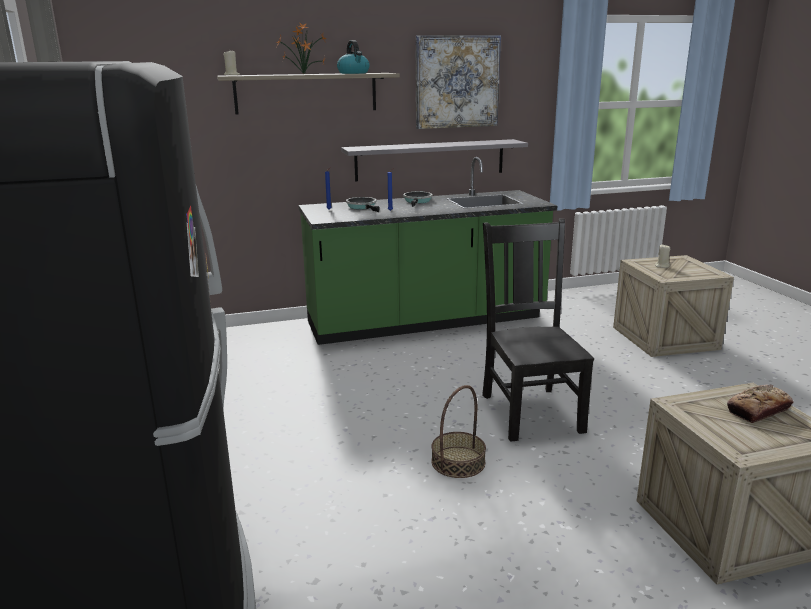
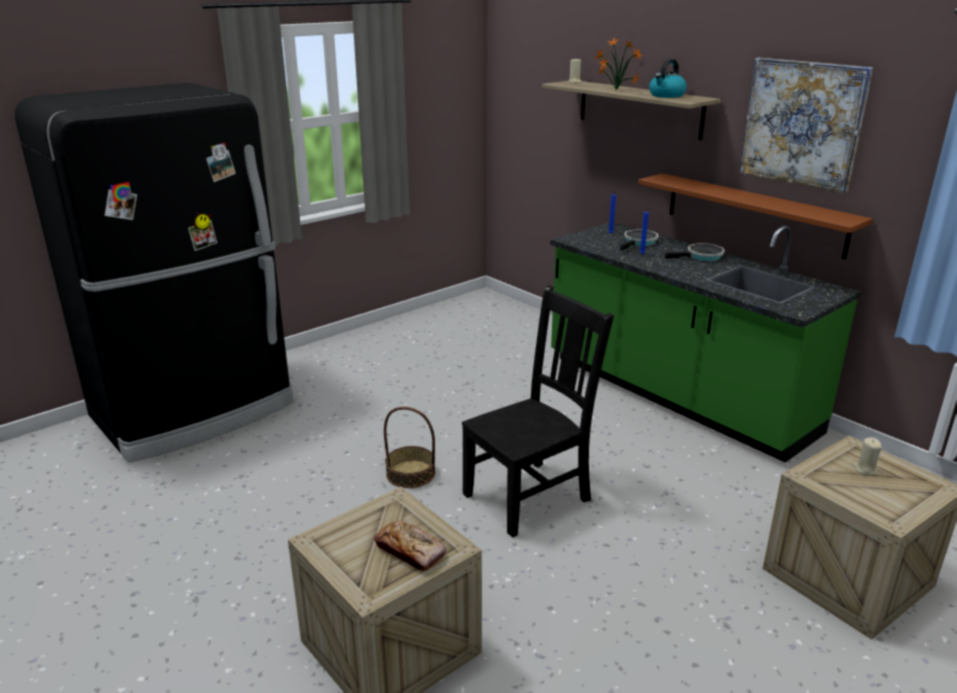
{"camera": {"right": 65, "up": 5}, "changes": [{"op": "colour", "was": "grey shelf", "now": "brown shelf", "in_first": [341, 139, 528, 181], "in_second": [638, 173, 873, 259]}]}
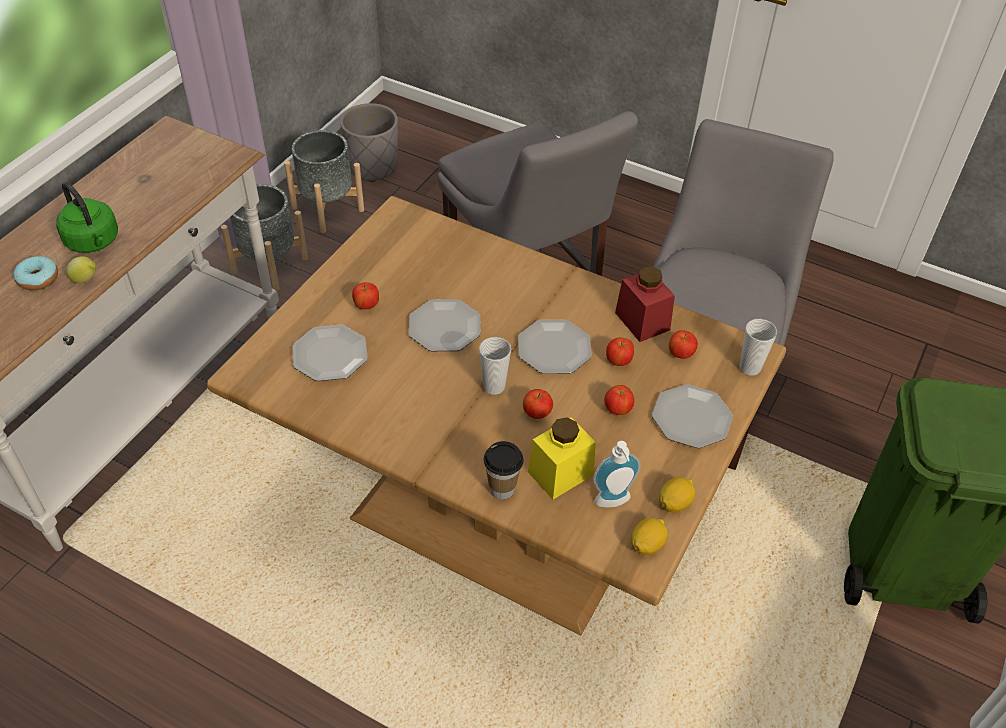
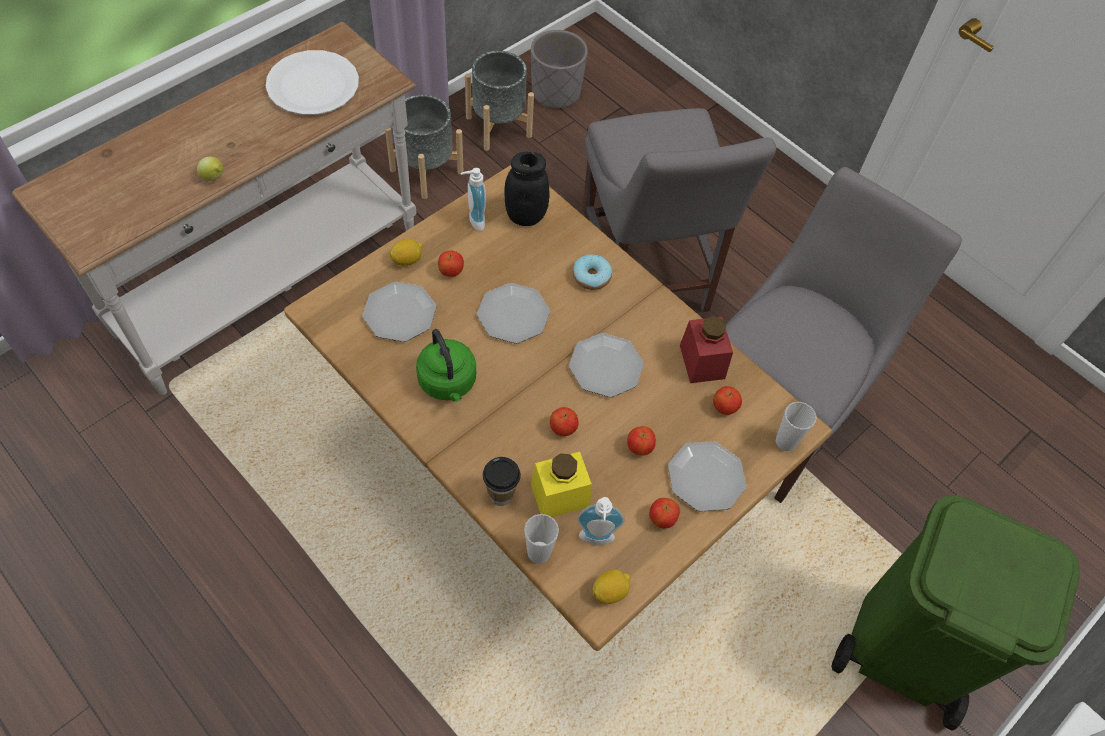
{"camera": {"right": 15, "up": 10}, "changes": [{"op": "appeared", "now": "white plate", "in_second": [266, 50, 359, 115]}, {"op": "appeared", "now": "soap dispenser", "in_second": [461, 168, 486, 231]}, {"op": "appeared", "now": "black jar", "in_second": [504, 152, 549, 226]}, {"op": "relocated", "was": "donut", "in_first": [13, 255, 58, 291], "in_second": [573, 254, 612, 290]}, {"op": "relocated", "was": "green kettle", "in_first": [56, 182, 118, 253], "in_second": [416, 329, 476, 402]}, {"op": "relocated", "was": "cup", "in_first": [479, 337, 511, 395], "in_second": [524, 514, 559, 564]}, {"op": "relocated", "was": "apple", "in_first": [606, 338, 634, 366], "in_second": [649, 498, 680, 528]}, {"op": "relocated", "was": "lemon", "in_first": [659, 477, 695, 512], "in_second": [390, 239, 422, 266]}]}
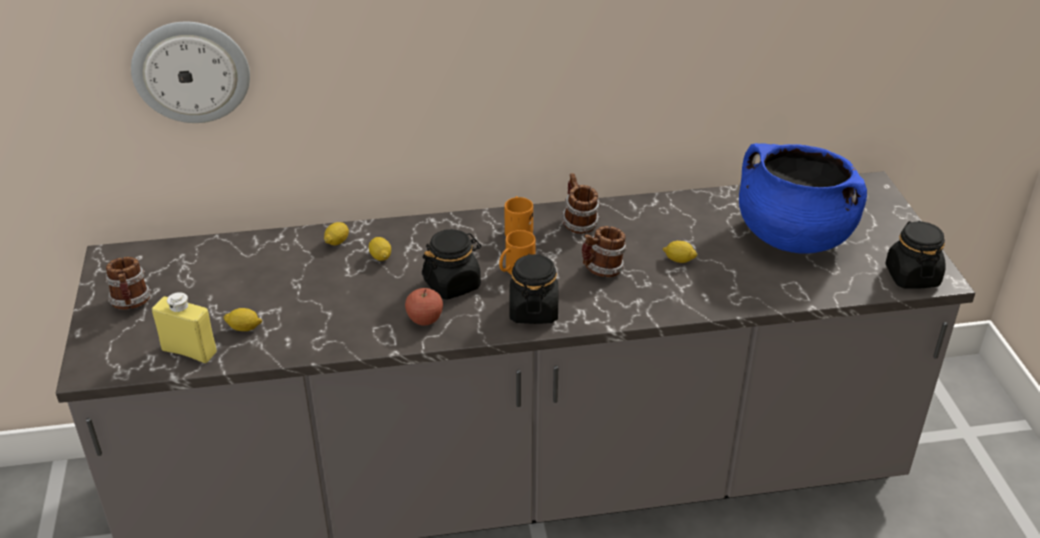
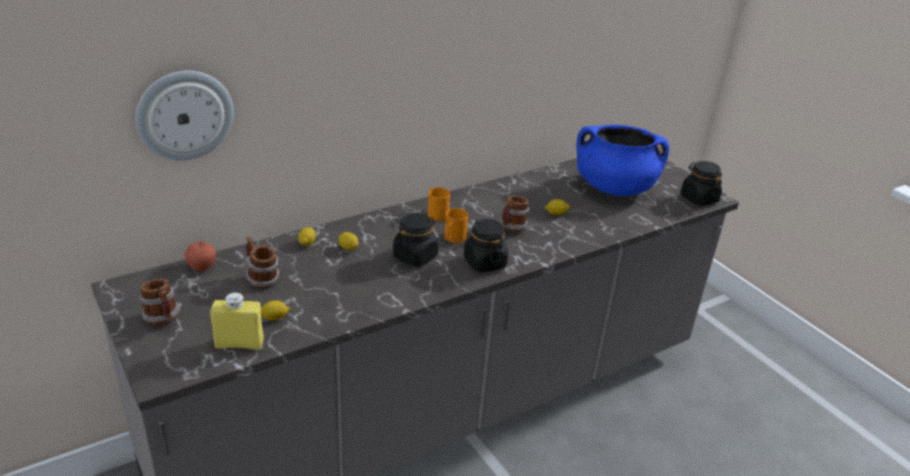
{"camera": {"right": -25, "up": -5}, "changes": [{"op": "relocated", "was": "apple", "in_first": [405, 288, 443, 326], "in_second": [185, 241, 216, 271]}, {"op": "relocated", "was": "mug", "in_first": [562, 173, 600, 234], "in_second": [245, 237, 280, 288]}]}
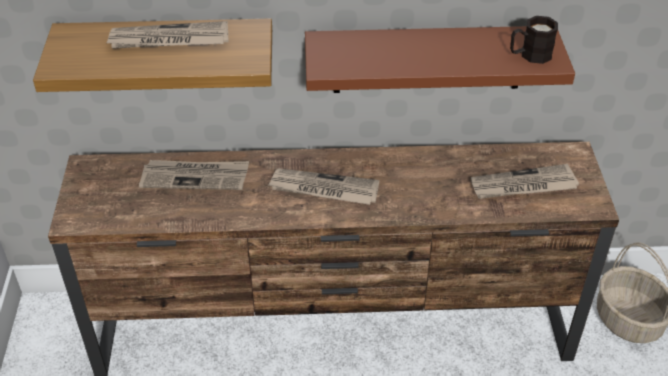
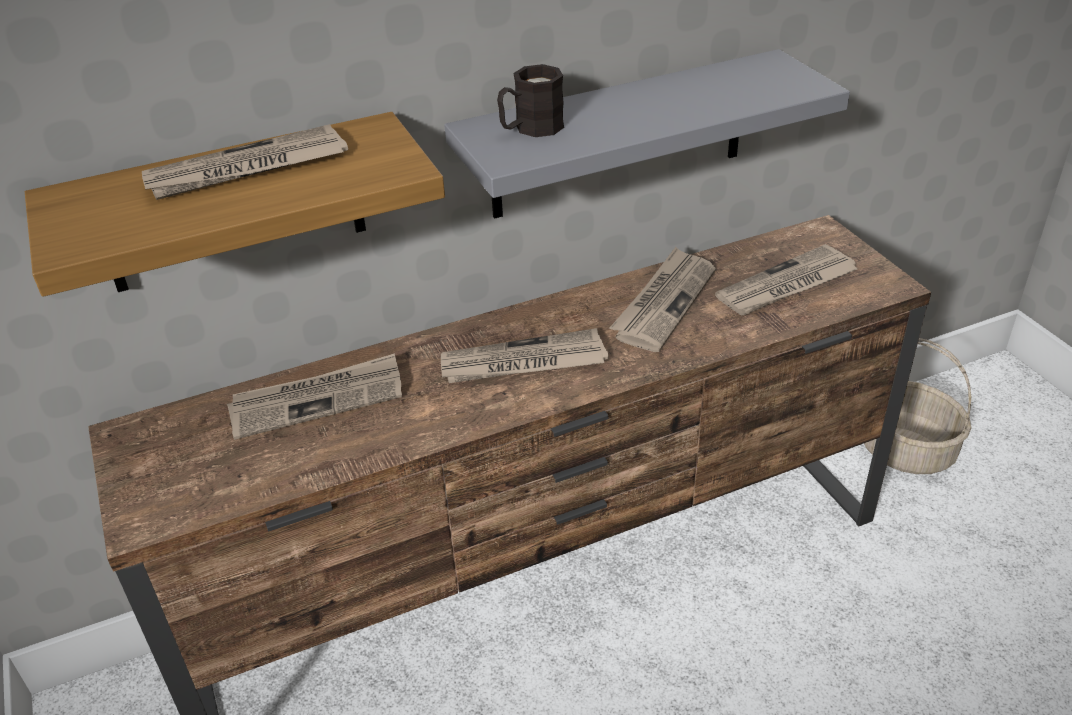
{"camera": {"right": -20, "up": -5}, "changes": [{"op": "appeared", "now": "newspaper", "in_second": [610, 247, 716, 352]}, {"op": "relocated", "was": "black mug", "in_first": [510, 16, 558, 64], "in_second": [497, 64, 564, 137]}, {"op": "colour", "was": "brown shelf", "now": "grey shelf", "in_first": [305, 26, 575, 93], "in_second": [444, 49, 850, 219]}]}
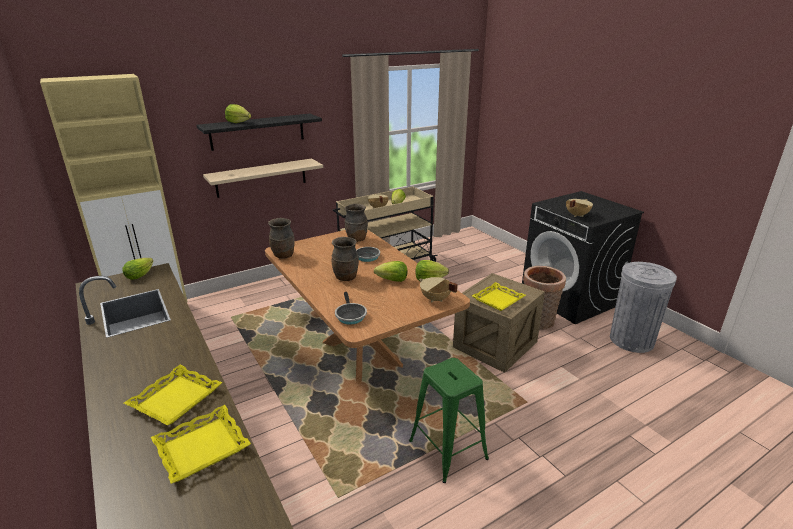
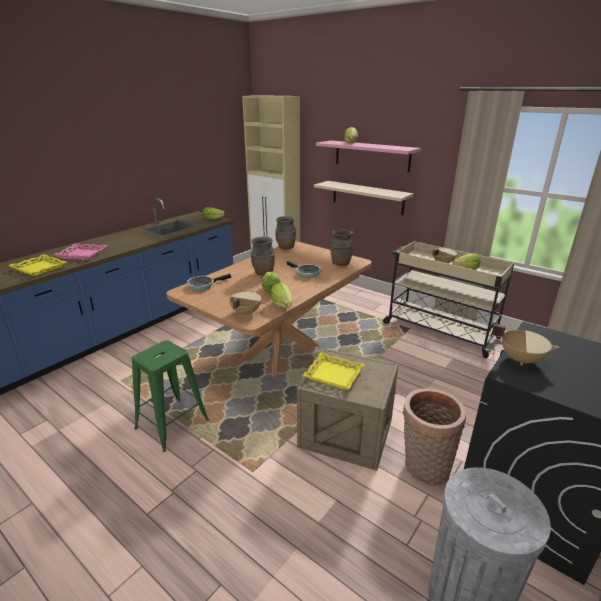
{"camera": {"right": 70, "up": 0}, "changes": [{"op": "colour", "was": "yellow tray", "now": "pink tray", "in_first": [124, 365, 222, 425], "in_second": [54, 243, 108, 260]}, {"op": "colour", "was": "black shelf", "now": "pink shelf", "in_first": [196, 114, 322, 151], "in_second": [316, 141, 421, 172]}]}
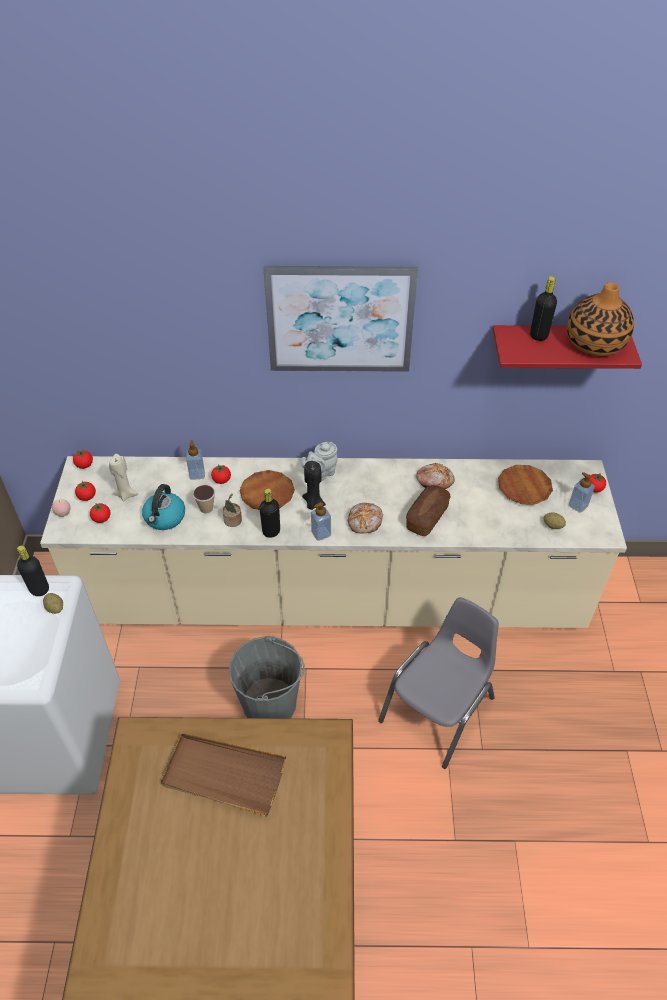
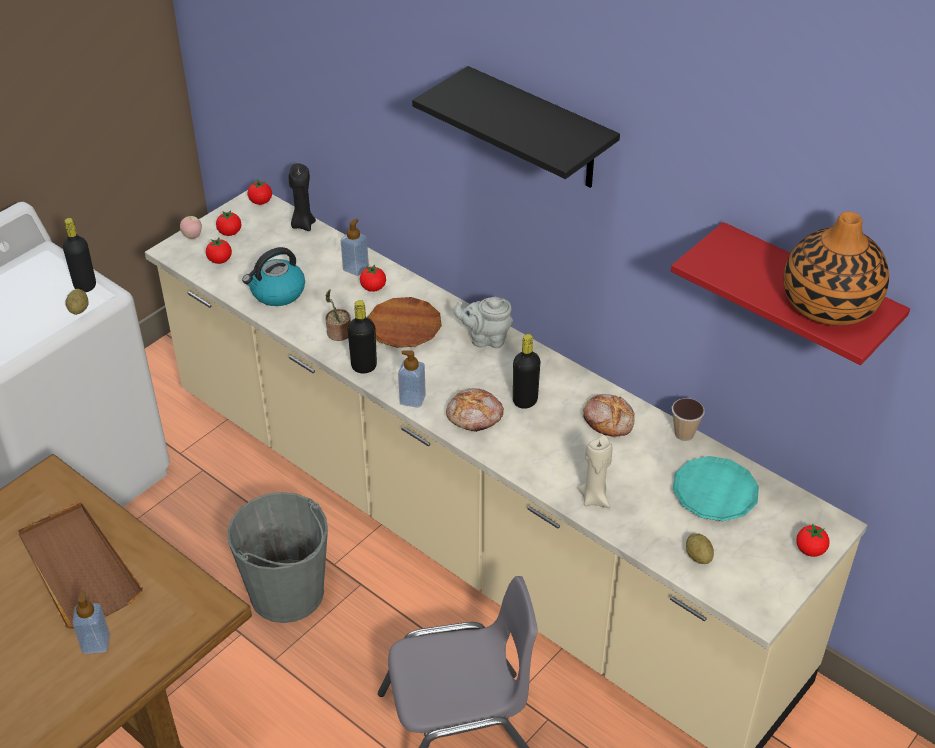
{"camera": {"right": 40, "up": -5}, "changes": [{"op": "missing", "was": "bread", "in_first": [406, 485, 451, 536]}, {"op": "relocated", "was": "beige candle", "in_first": [109, 454, 138, 502], "in_second": [577, 435, 612, 508]}, {"op": "relocated", "was": "cup", "in_first": [193, 485, 215, 514], "in_second": [672, 398, 705, 441]}, {"op": "relocated", "was": "black candle", "in_first": [302, 461, 326, 510], "in_second": [289, 163, 316, 231]}, {"op": "relocated", "was": "black bottle", "in_first": [530, 276, 557, 341], "in_second": [513, 334, 540, 409]}, {"op": "relocated", "was": "soap dispenser", "in_first": [568, 472, 595, 513], "in_second": [72, 590, 110, 654]}, {"op": "exchanged", "was": "picture", "now": "black shelf", "in_first": [264, 266, 418, 372], "in_second": [412, 66, 620, 188]}, {"op": "colour", "was": "brown plate", "now": "turquoise plate", "in_first": [498, 465, 553, 505], "in_second": [673, 456, 759, 521]}]}
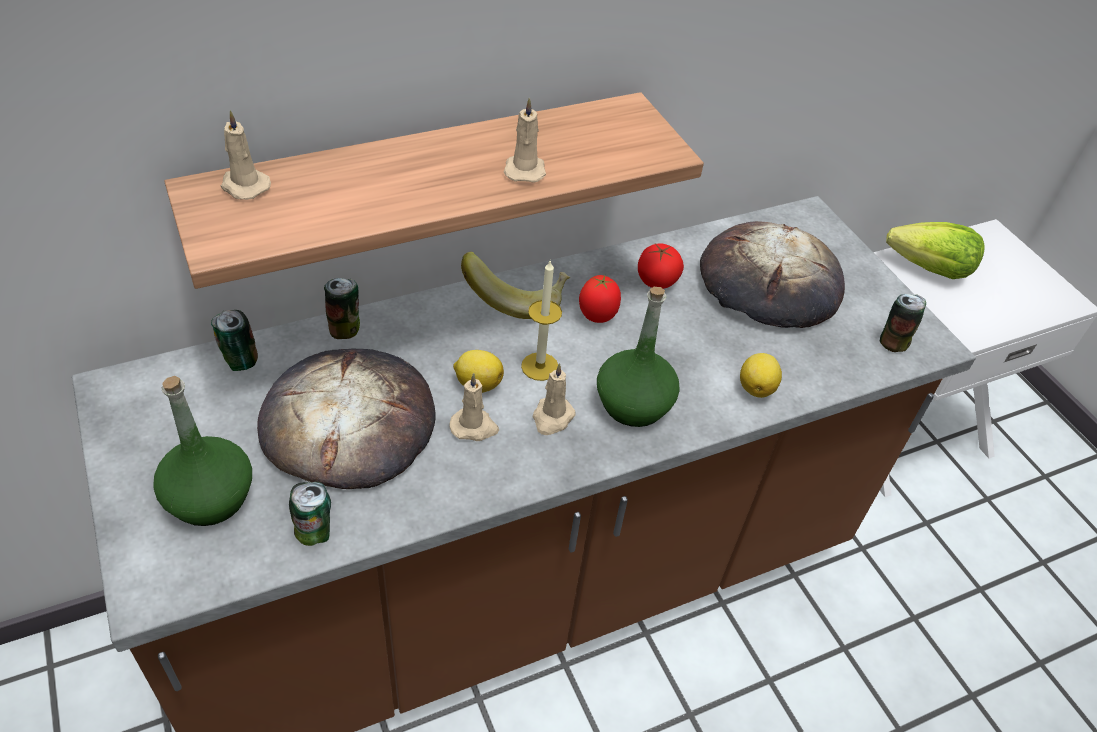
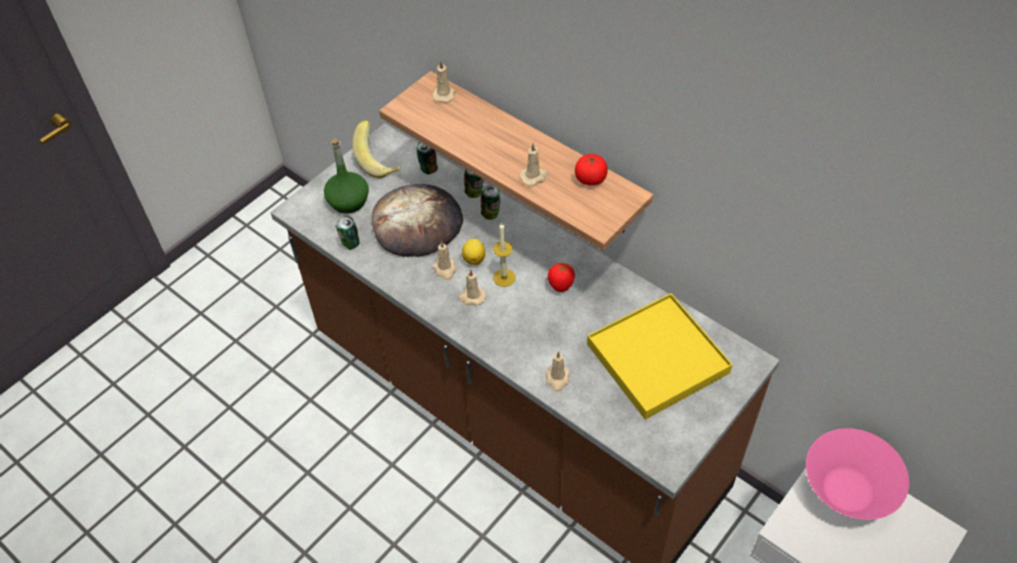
{"camera": {"right": 70, "up": 5}, "changes": [{"op": "missing", "was": "green bottle", "in_first": [597, 287, 680, 427]}, {"op": "relocated", "was": "banana", "in_first": [461, 251, 570, 319], "in_second": [352, 120, 401, 178]}, {"op": "relocated", "was": "tomato", "in_first": [638, 243, 684, 289], "in_second": [575, 154, 608, 186]}, {"op": "relocated", "was": "can", "in_first": [880, 294, 926, 352], "in_second": [481, 185, 500, 220]}, {"op": "exchanged", "was": "bread", "now": "yellow tray", "in_first": [700, 221, 845, 328], "in_second": [587, 293, 733, 420]}, {"op": "exchanged", "was": "lemon", "now": "beige candle", "in_first": [740, 353, 782, 398], "in_second": [546, 351, 570, 392]}, {"op": "exchanged", "was": "lettuce", "now": "pink bowl", "in_first": [886, 222, 985, 279], "in_second": [806, 428, 909, 520]}]}
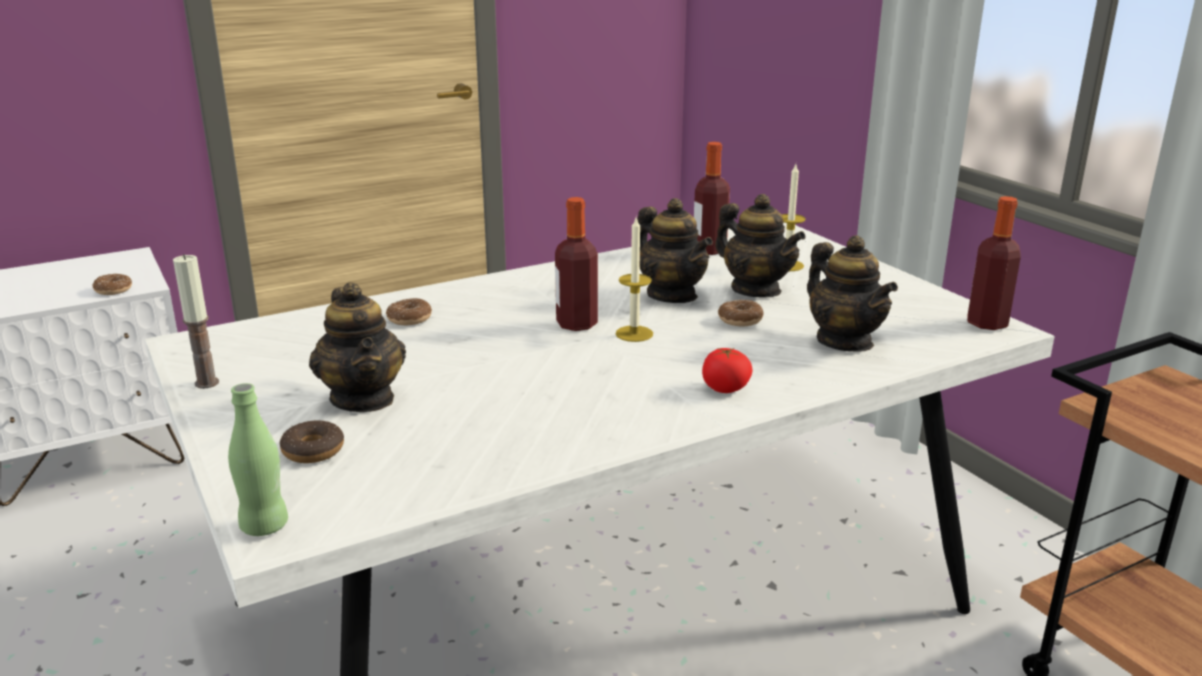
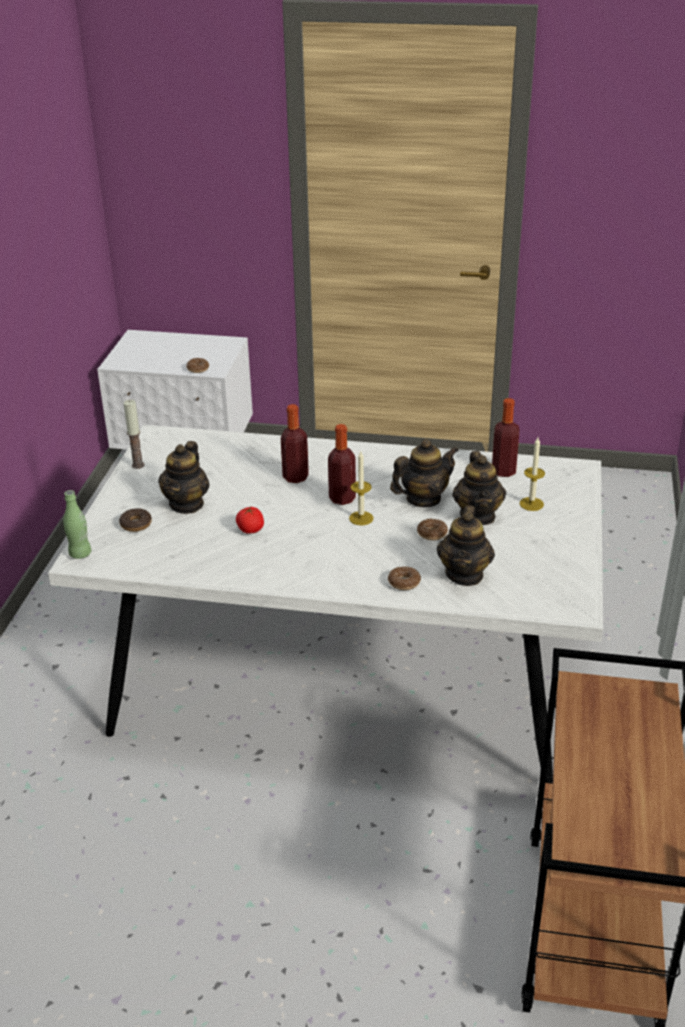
{"camera": {"right": 40, "up": 10}, "changes": [{"op": "relocated", "was": "donut", "in_first": [386, 298, 432, 325], "in_second": [388, 566, 421, 590]}, {"op": "relocated", "was": "tomato", "in_first": [702, 348, 752, 393], "in_second": [236, 506, 264, 534]}, {"op": "relocated", "was": "bottle", "in_first": [967, 196, 1021, 330], "in_second": [281, 404, 309, 483]}, {"op": "spun", "was": "teapot", "in_first": [637, 198, 713, 303], "in_second": [390, 439, 459, 507], "clockwise": -120}]}
